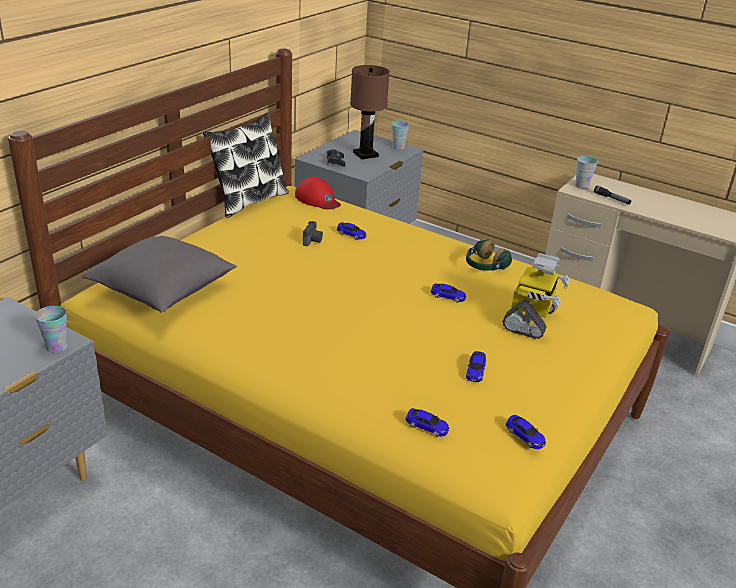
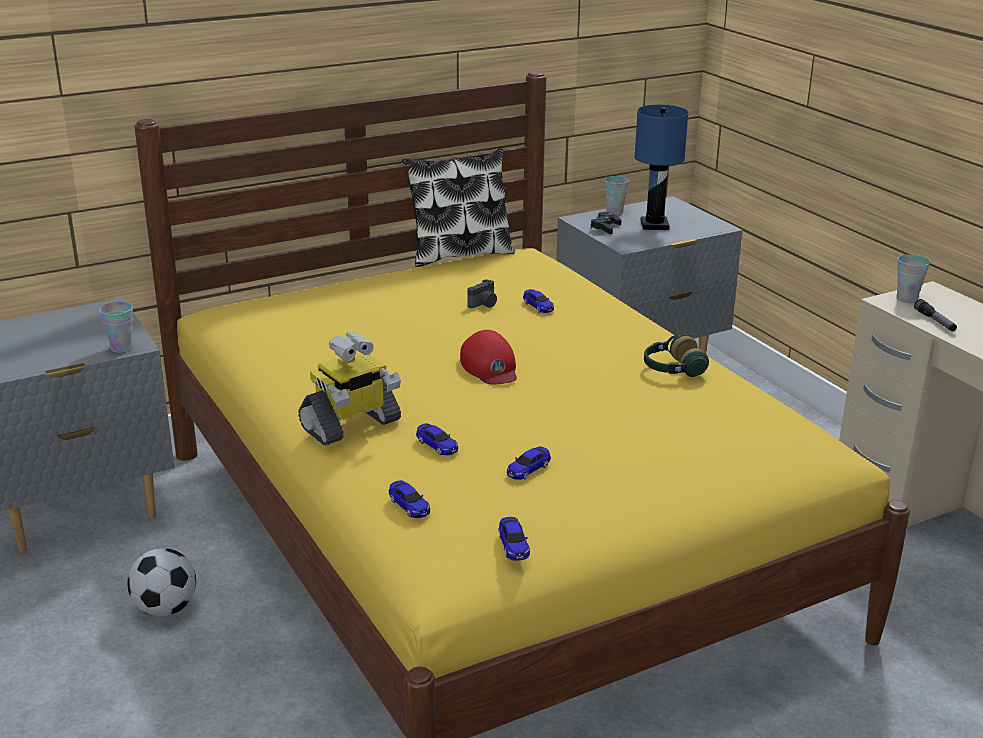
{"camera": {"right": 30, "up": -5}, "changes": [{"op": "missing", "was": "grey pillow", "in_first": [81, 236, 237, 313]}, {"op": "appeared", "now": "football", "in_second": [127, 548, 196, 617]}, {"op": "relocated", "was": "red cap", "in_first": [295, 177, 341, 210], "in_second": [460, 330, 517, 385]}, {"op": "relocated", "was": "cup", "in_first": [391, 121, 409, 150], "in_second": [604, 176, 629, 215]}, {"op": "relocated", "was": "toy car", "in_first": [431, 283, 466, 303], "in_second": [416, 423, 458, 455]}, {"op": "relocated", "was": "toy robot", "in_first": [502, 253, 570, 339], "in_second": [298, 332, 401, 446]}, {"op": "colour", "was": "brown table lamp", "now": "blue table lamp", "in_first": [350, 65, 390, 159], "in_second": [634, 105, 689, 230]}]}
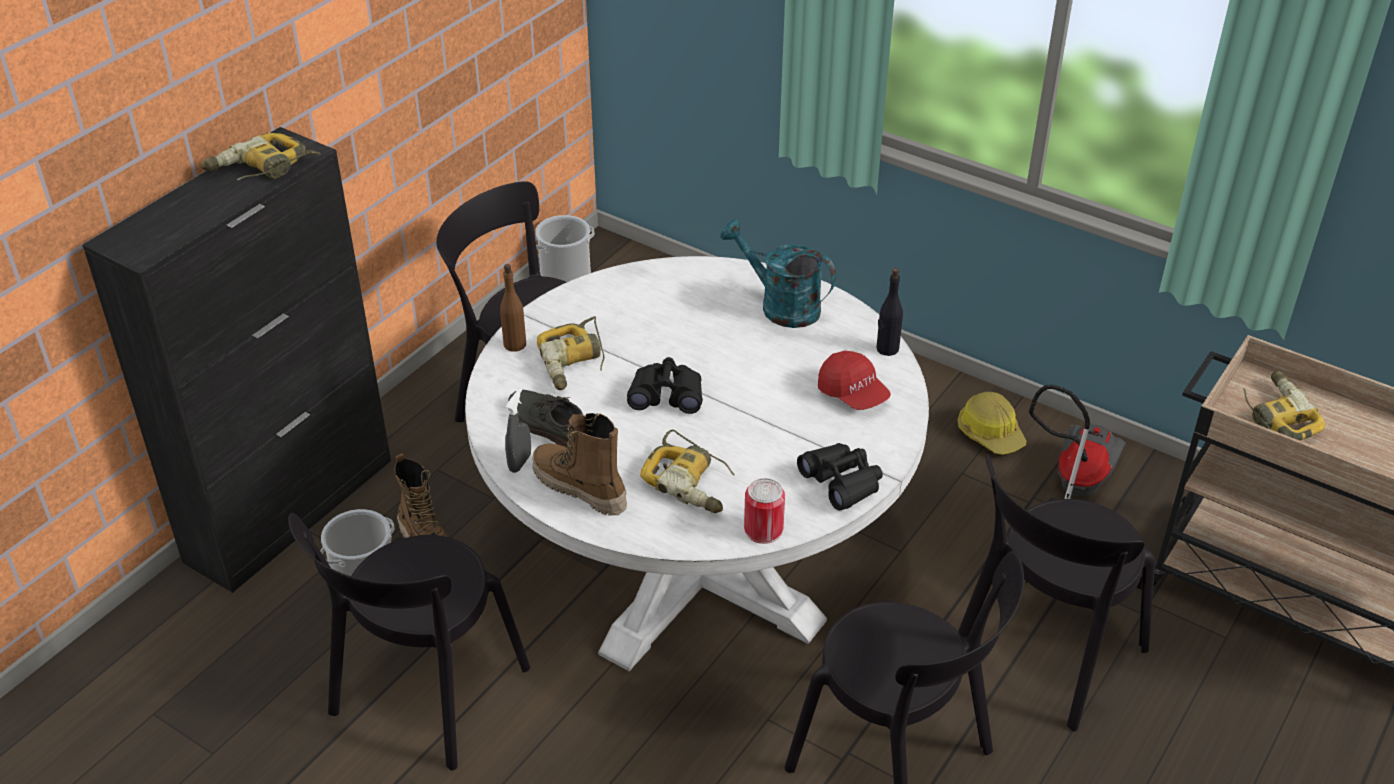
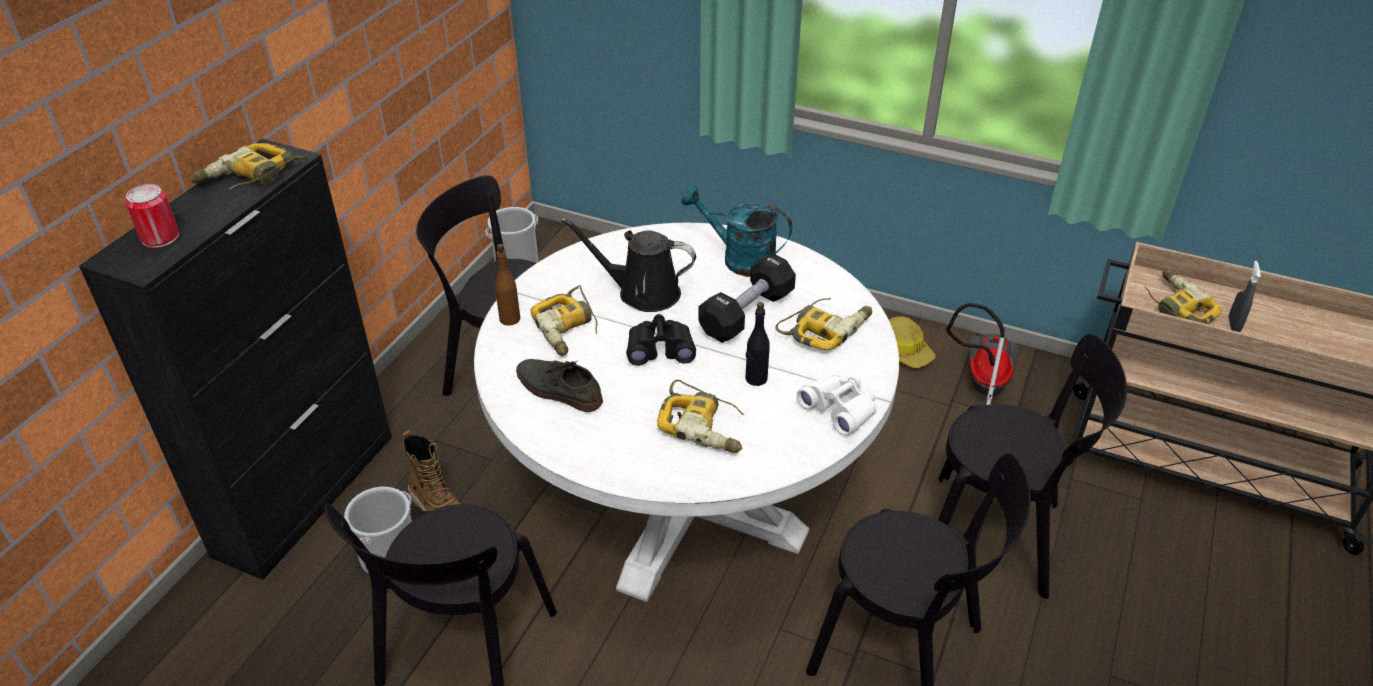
{"camera": {"right": -10, "up": 0}, "changes": [{"op": "missing", "was": "boot", "in_first": [532, 413, 627, 515]}, {"op": "appeared", "now": "black watering can", "in_second": [562, 218, 696, 312]}, {"op": "appeared", "now": "black dumbbell", "in_second": [698, 253, 796, 343]}, {"op": "relocated", "was": "grey spray bottle", "in_first": [505, 388, 531, 473], "in_second": [1228, 261, 1261, 332]}, {"op": "relocated", "was": "can", "in_first": [744, 478, 785, 544], "in_second": [125, 184, 179, 248]}, {"op": "relocated", "was": "black bottle", "in_first": [876, 268, 903, 356], "in_second": [746, 302, 770, 386]}, {"op": "exchanged", "was": "red cap", "now": "power drill", "in_first": [818, 351, 891, 410], "in_second": [776, 298, 872, 350]}, {"op": "colour", "was": "black binoculars", "now": "white binoculars", "in_first": [797, 443, 883, 511], "in_second": [797, 374, 876, 436]}, {"op": "spun", "was": "black chair", "in_first": [958, 453, 1155, 731], "in_second": [938, 334, 1127, 599], "clockwise": -105}]}
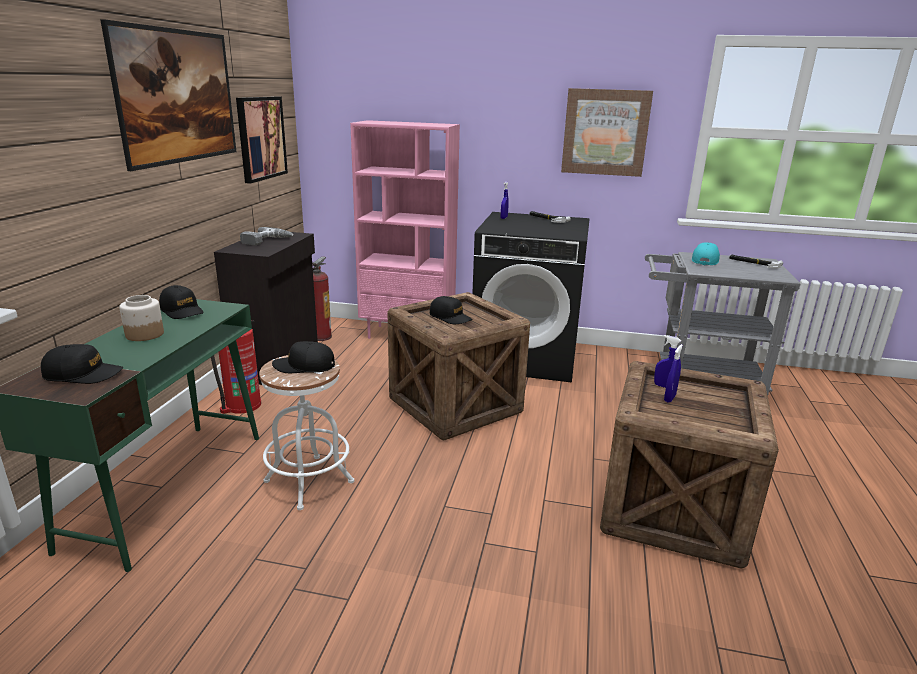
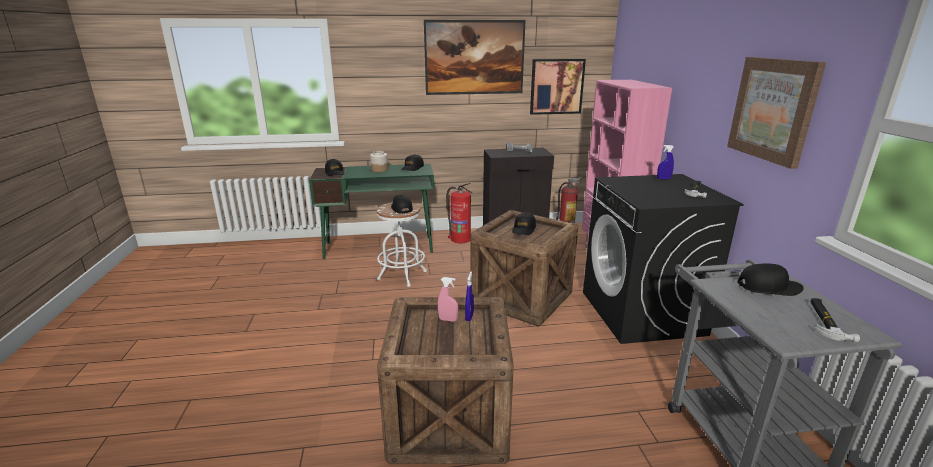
{"camera": {"right": 70, "up": 0}, "changes": [{"op": "colour", "was": "blue spray bottle", "now": "pink spray bottle", "in_first": [664, 344, 683, 403], "in_second": [437, 277, 458, 322]}, {"op": "colour", "was": "turquoise cap", "now": "black cap", "in_first": [692, 242, 720, 265], "in_second": [737, 263, 804, 296]}]}
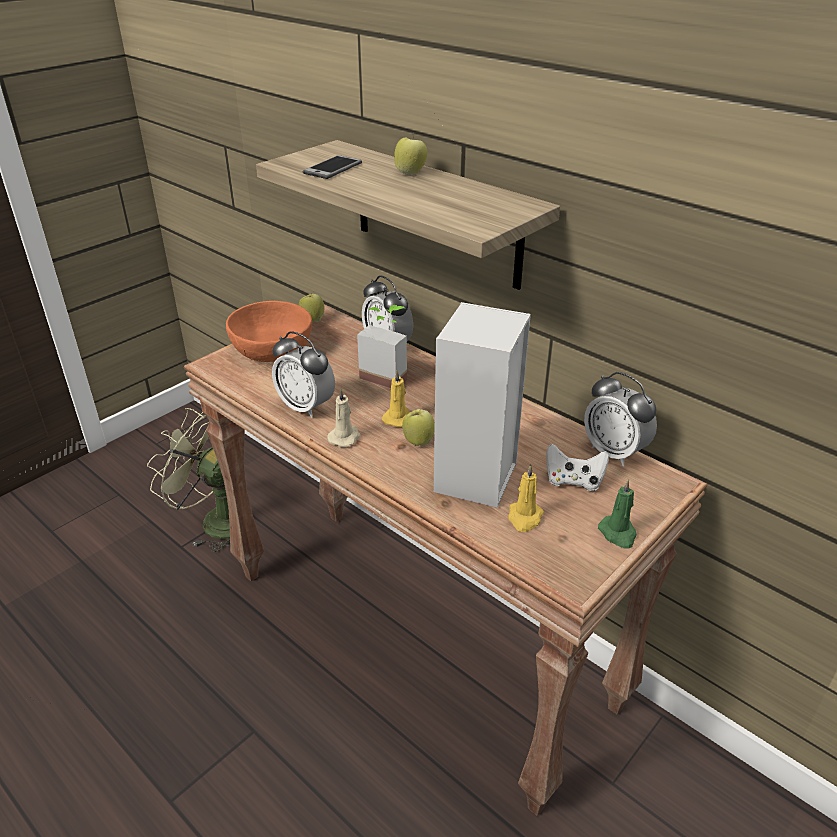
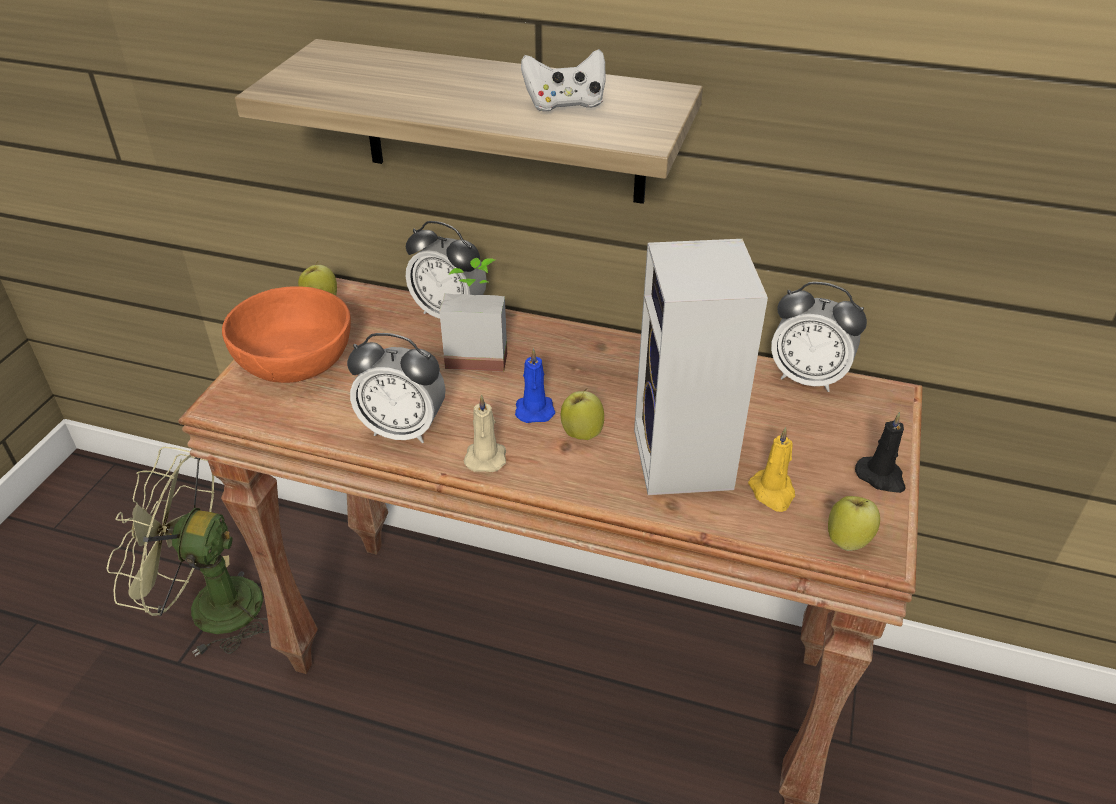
{"camera": {"right": -25, "up": 5}, "changes": [{"op": "missing", "was": "phone", "in_first": [303, 155, 362, 179]}, {"op": "relocated", "was": "apple", "in_first": [394, 135, 427, 175], "in_second": [828, 496, 880, 551]}, {"op": "relocated", "was": "white game controller", "in_first": [547, 443, 609, 491], "in_second": [521, 49, 606, 112]}, {"op": "colour", "was": "yellow candle", "now": "blue candle", "in_first": [382, 370, 410, 427], "in_second": [515, 348, 555, 423]}, {"op": "colour", "was": "green candle", "now": "black candle", "in_first": [598, 479, 637, 549], "in_second": [855, 412, 906, 493]}]}
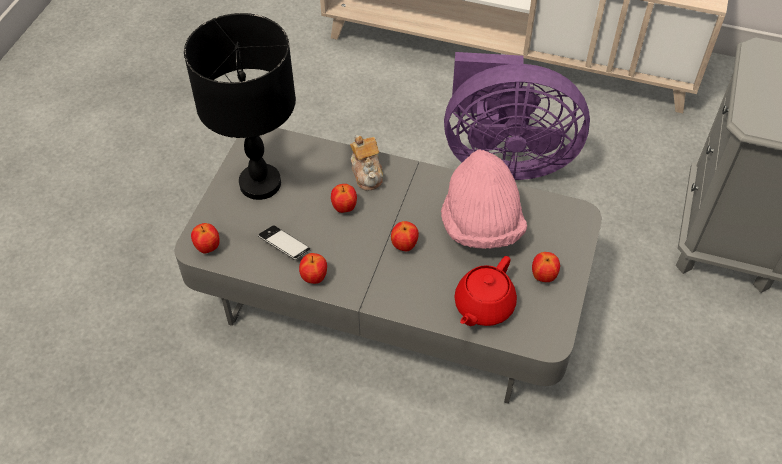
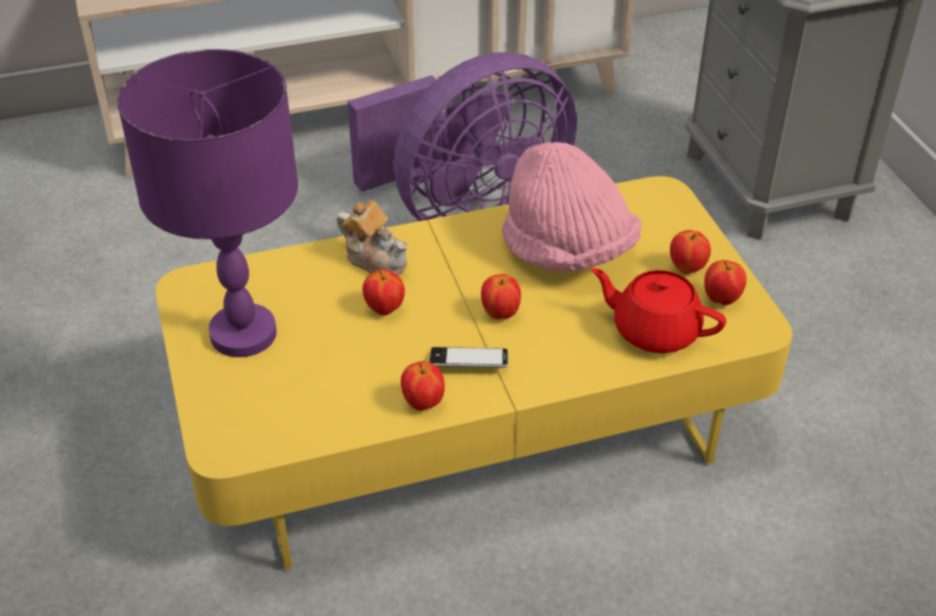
{"camera": {"right": -35, "up": -10}, "changes": [{"op": "relocated", "was": "apple", "in_first": [191, 223, 220, 254], "in_second": [704, 260, 747, 305]}, {"op": "relocated", "was": "phone", "in_first": [258, 226, 311, 260], "in_second": [429, 347, 508, 368]}, {"op": "colour", "was": "grey coffee table", "now": "yellow coffee table", "in_first": [175, 128, 602, 404], "in_second": [156, 176, 793, 570]}, {"op": "colour", "was": "black table lamp", "now": "purple table lamp", "in_first": [184, 13, 296, 200], "in_second": [117, 49, 298, 357]}, {"op": "spun", "was": "red teapot", "in_first": [454, 256, 517, 326], "in_second": [591, 268, 726, 353], "clockwise": 120}]}
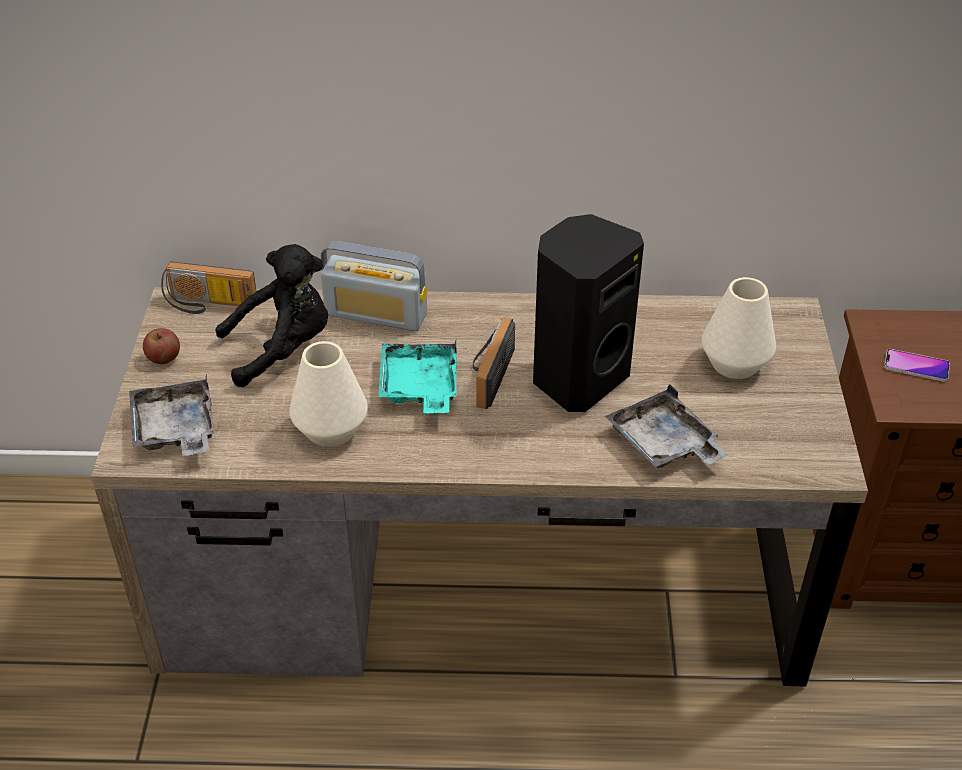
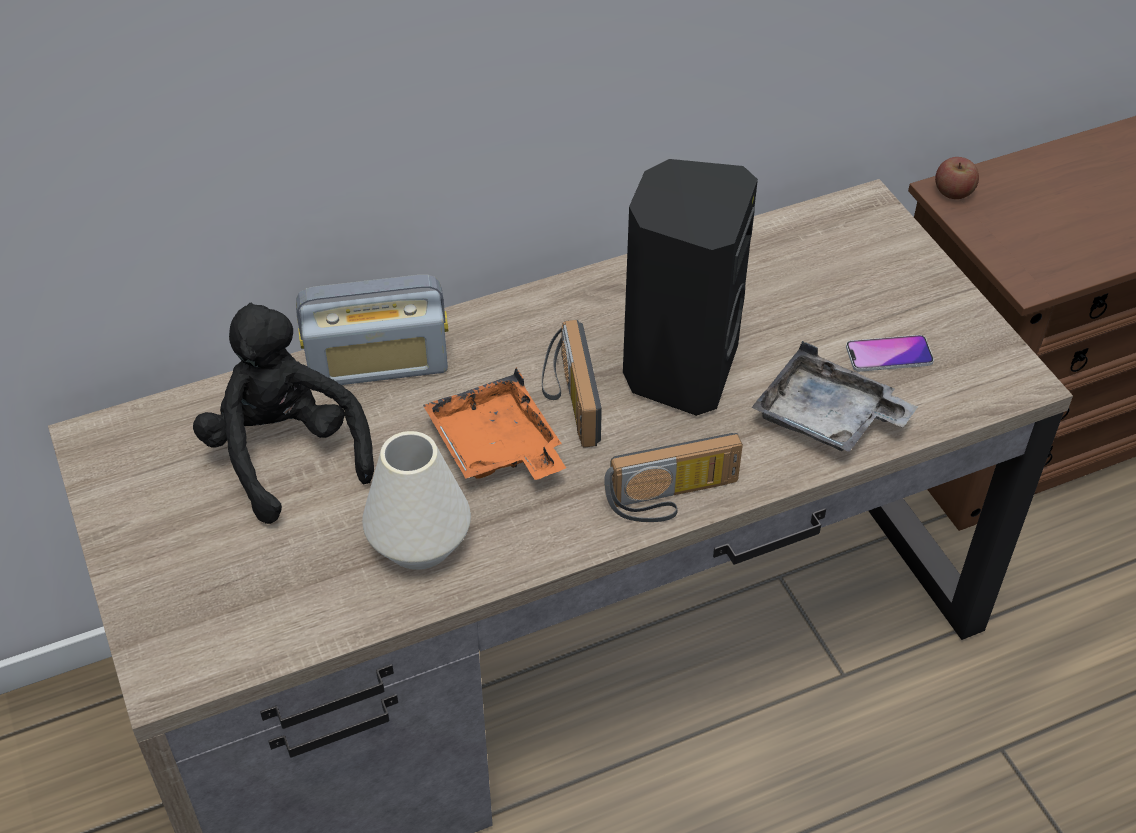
{"camera": {"right": -25, "up": 5}, "changes": [{"op": "missing", "was": "grey tray", "in_first": [129, 375, 215, 456]}, {"op": "missing", "was": "white vase", "in_first": [702, 277, 776, 379]}, {"op": "relocated", "was": "apple", "in_first": [143, 328, 180, 364], "in_second": [935, 157, 979, 199]}, {"op": "relocated", "was": "radio", "in_first": [161, 262, 257, 314], "in_second": [604, 433, 743, 522]}, {"op": "relocated", "was": "phone", "in_first": [884, 349, 950, 382], "in_second": [846, 335, 934, 372]}, {"op": "colour", "was": "turquoise tray", "now": "orange tray", "in_first": [378, 340, 457, 413], "in_second": [423, 368, 566, 480]}, {"op": "spun", "was": "black plush toy", "in_first": [215, 244, 328, 387], "in_second": [193, 303, 374, 524], "clockwise": -75}]}
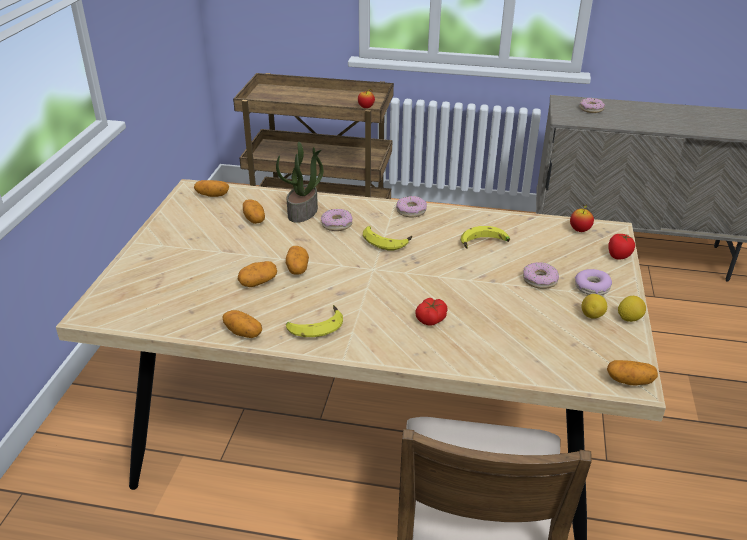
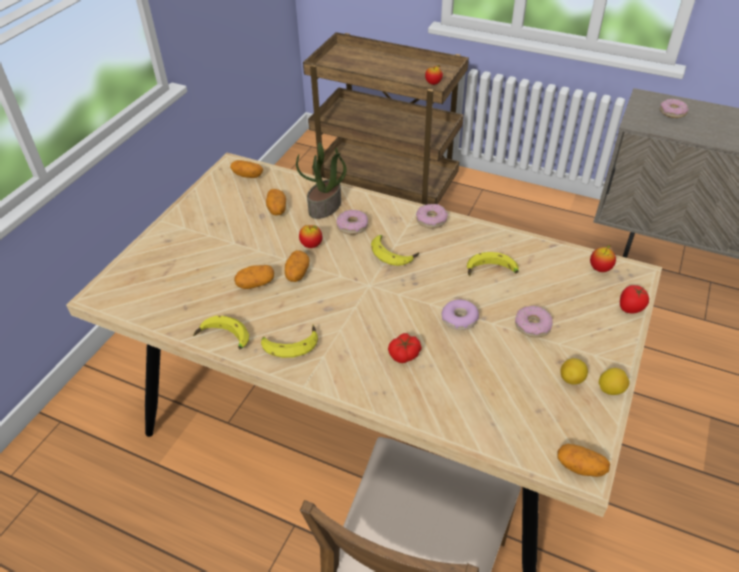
{"camera": {"right": 15, "up": 10}, "changes": [{"op": "appeared", "now": "apple", "in_second": [299, 225, 323, 248]}, {"op": "relocated", "was": "donut", "in_first": [575, 269, 612, 295], "in_second": [442, 299, 479, 330]}, {"op": "exchanged", "was": "potato", "now": "banana", "in_first": [222, 310, 262, 338], "in_second": [193, 316, 249, 350]}]}
